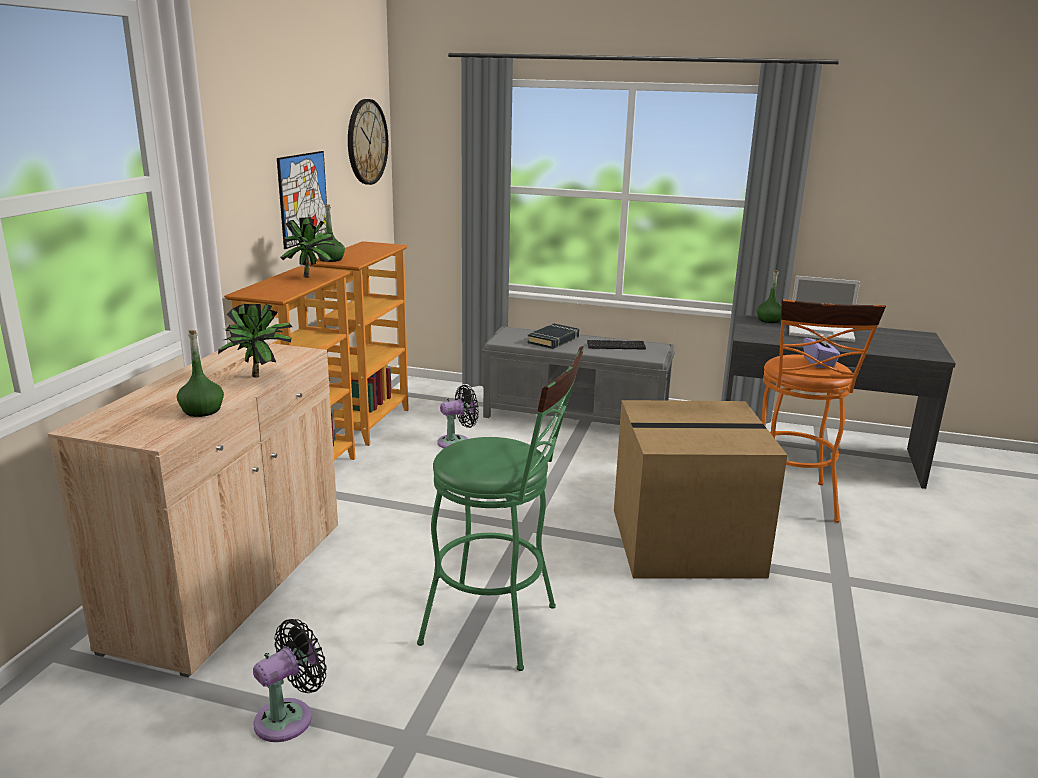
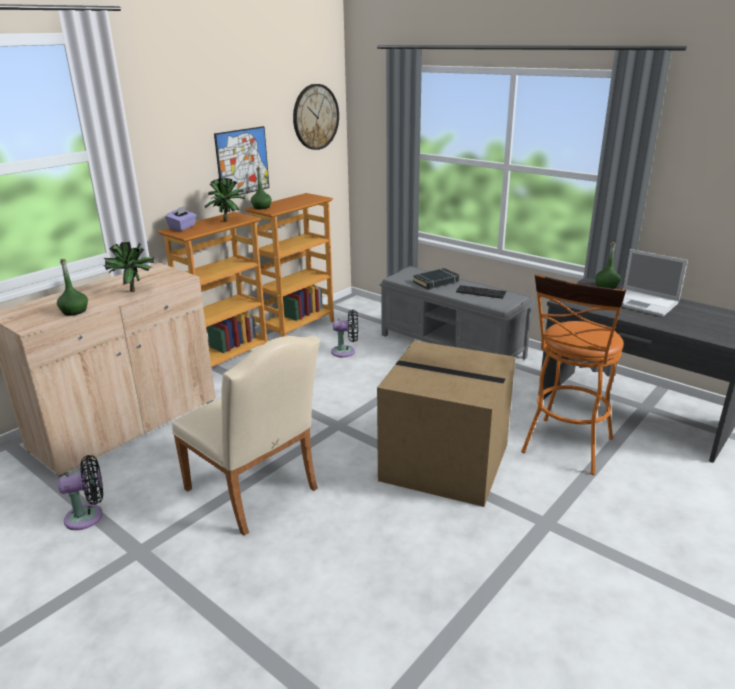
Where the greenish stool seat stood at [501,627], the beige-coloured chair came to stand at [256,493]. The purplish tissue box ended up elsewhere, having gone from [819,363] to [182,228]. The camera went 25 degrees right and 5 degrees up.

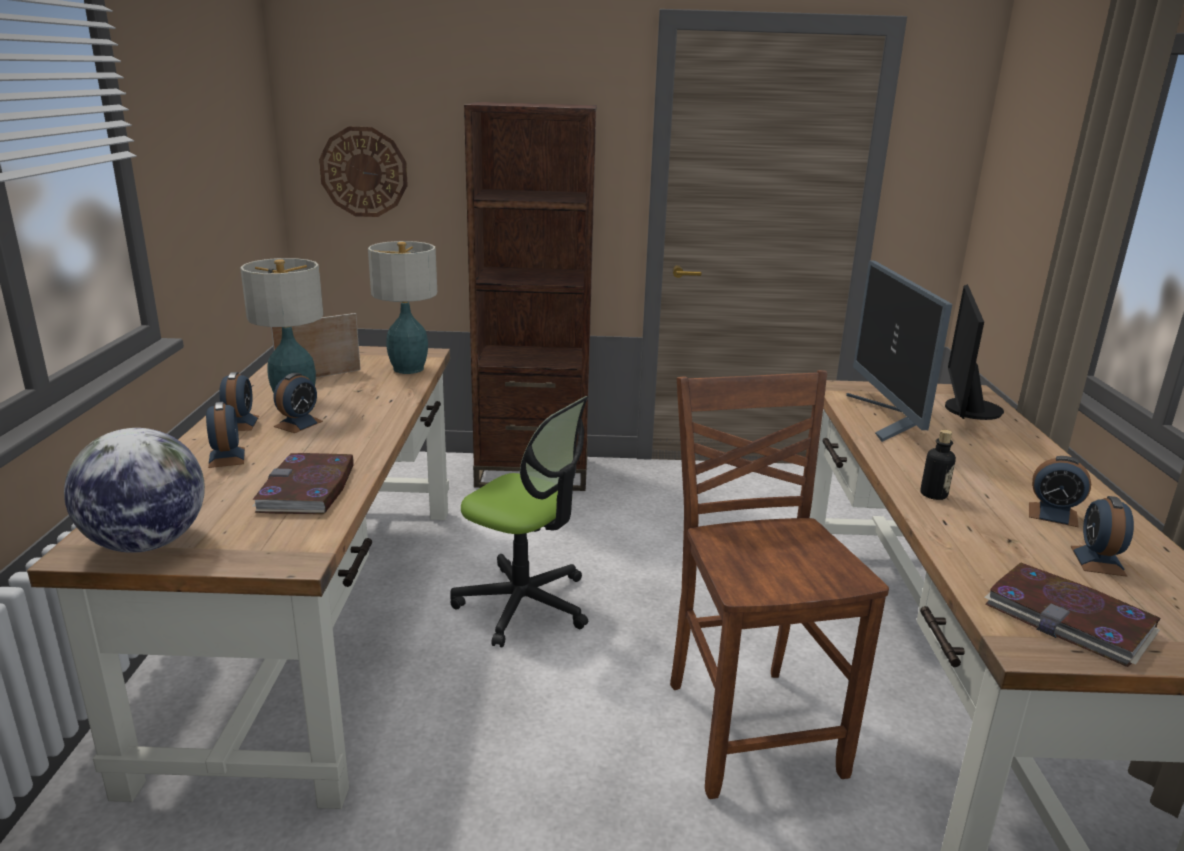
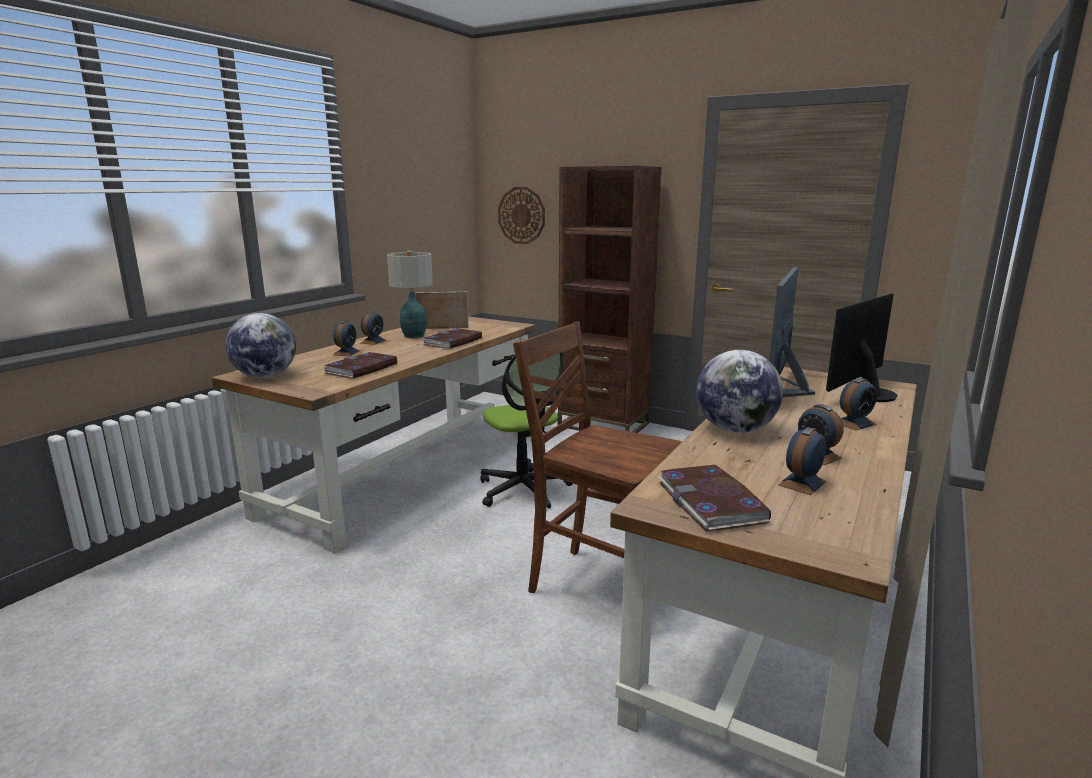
The alarm clock ended up elsewhere, having gone from [298,424] to [854,423]. The second view lost the table lamp at [409,369]. The brownish chair at [750,726] ended up facing another way, 75 degrees counterclockwise from before. Where the drink bottle stood at [933,494], the desk globe came to stand at [735,429]. The second view gained the bound book at [453,342]. The camera went 30 degrees right and 5 degrees down.

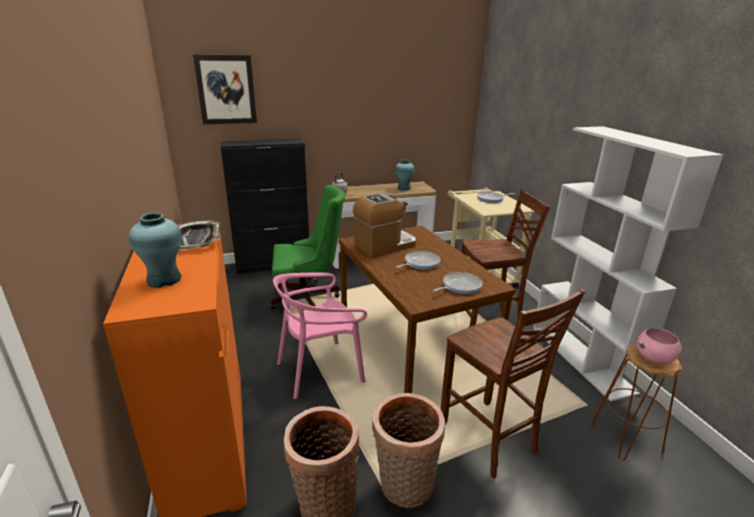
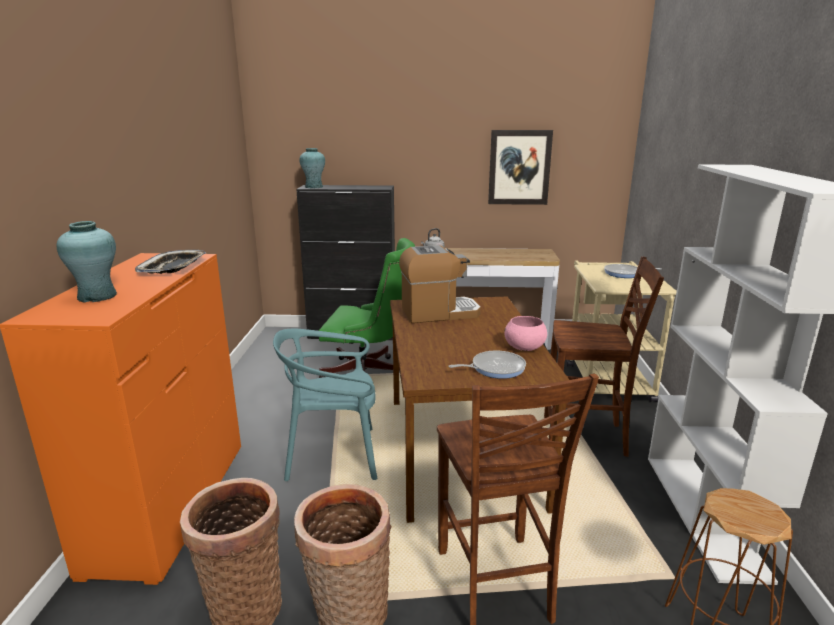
The wall art ended up elsewhere, having gone from [226,90] to [519,167]. What was the pink-coloured chair at [320,370] turned into the turquoise chair at [333,456]. The turquoise flower vase ended up elsewhere, having gone from [403,188] to [313,187]. The second view lost the skillet at [420,263]. The pink-coloured bowl ended up elsewhere, having gone from [654,358] to [524,348]. The camera went 20 degrees right and 5 degrees down.

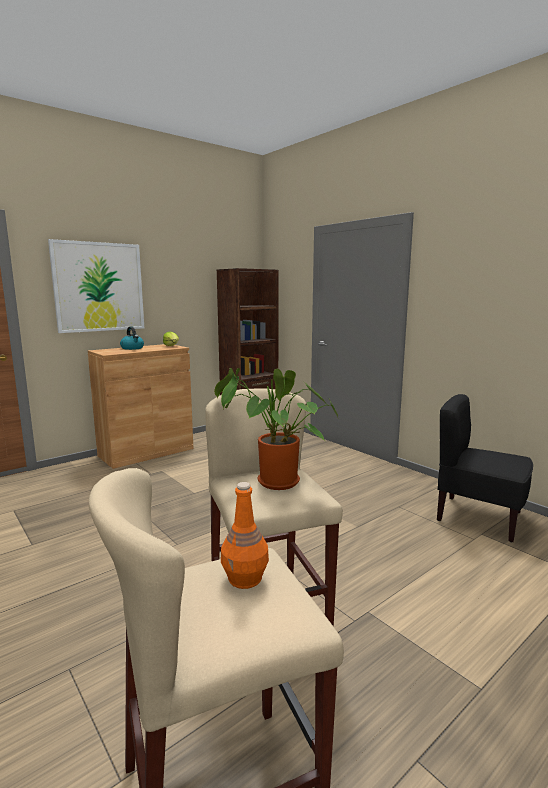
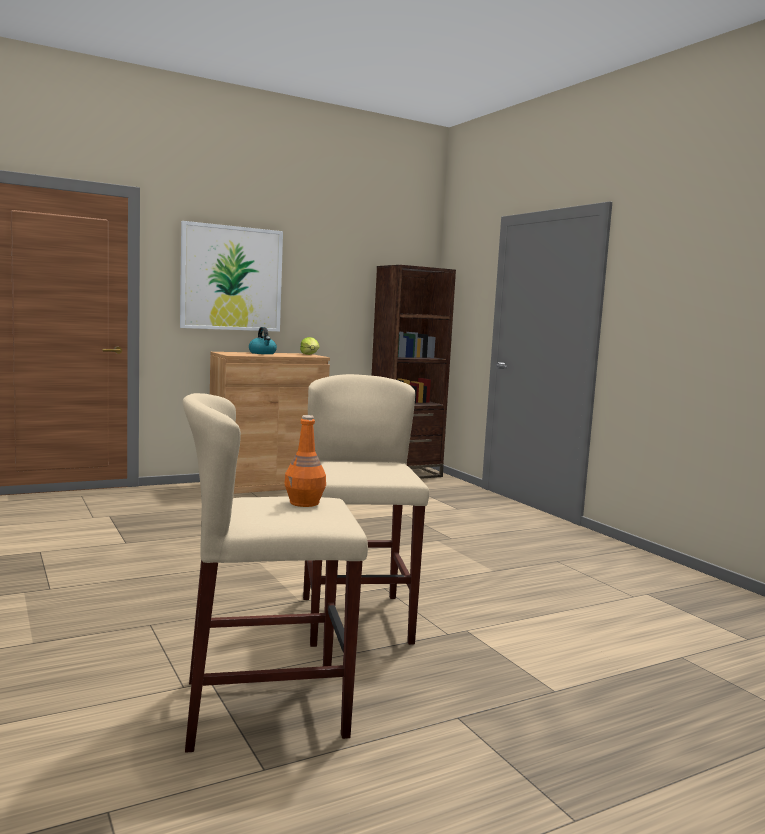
The second view lost the plant in a pot at [273,483]. The second view lost the black chair at [478,517]. The camera went 10 degrees right and 5 degrees down.

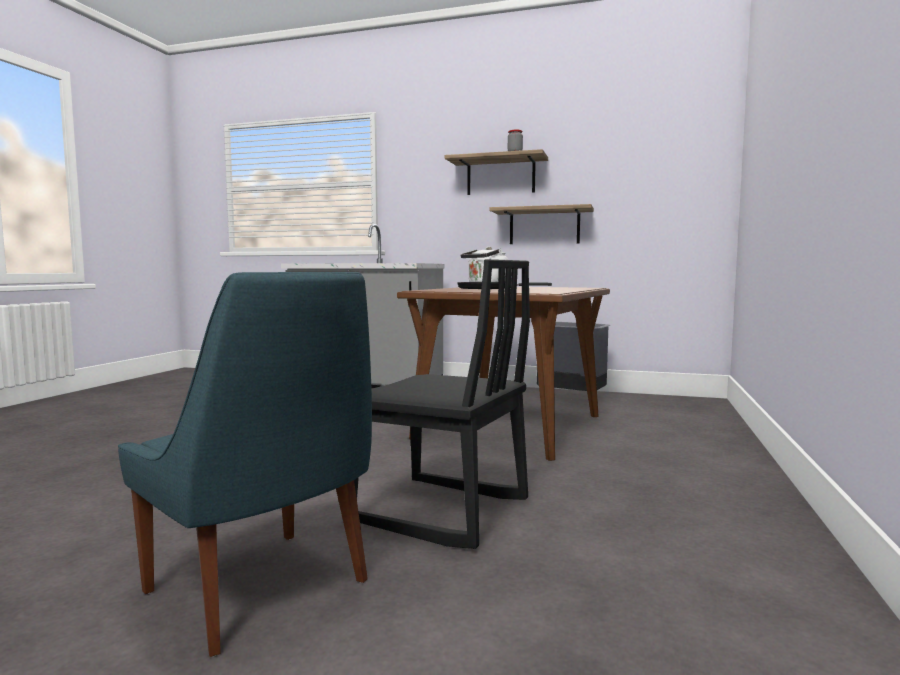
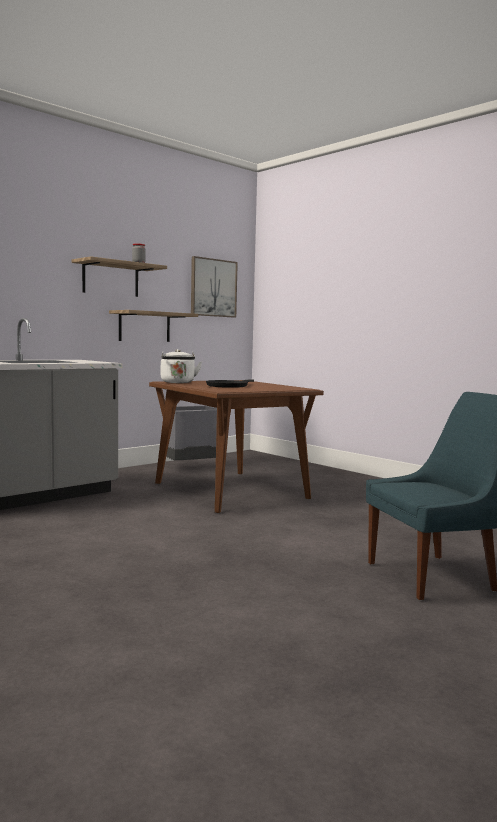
The second view lost the black chair at [439,512]. The second view gained the wall art at [213,288]. The camera went 60 degrees left and 0 degrees up.

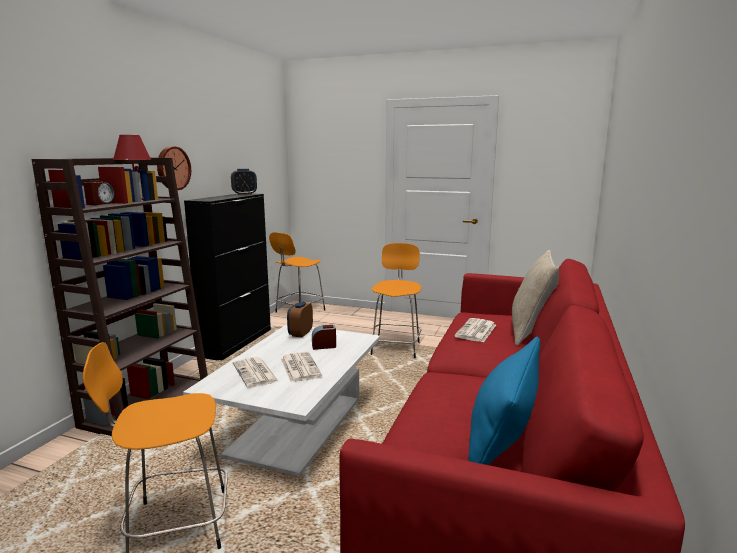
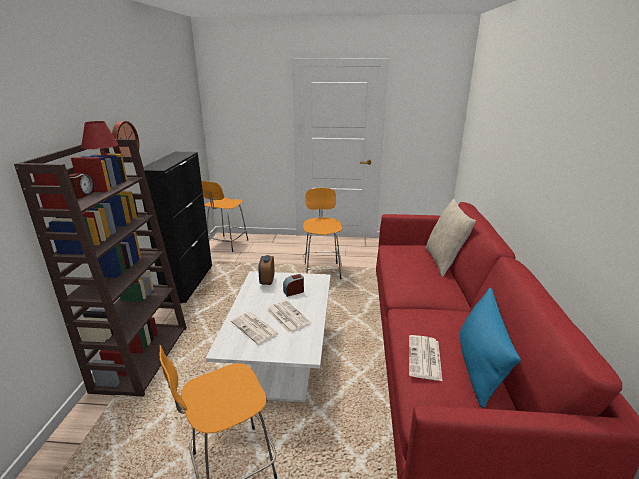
The second view lost the alarm clock at [244,194]. The printed paper ended up elsewhere, having gone from [476,331] to [425,358]. The camera went 15 degrees left and 10 degrees up.

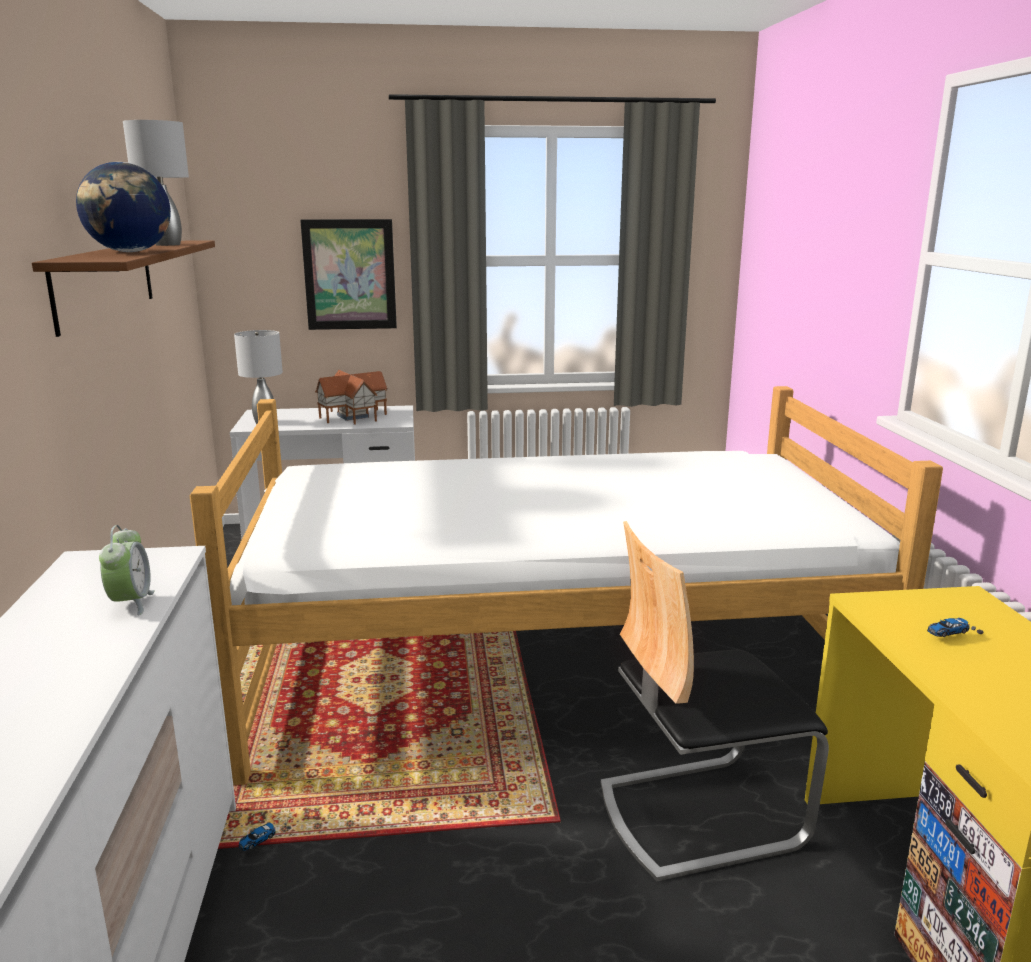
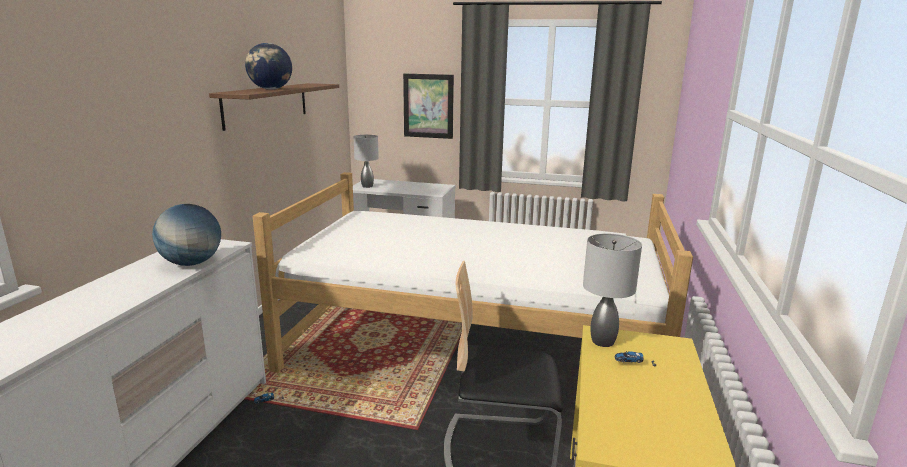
Where the alarm clock stood at [131,603], the desk globe came to stand at [191,263]. The grey table lamp ended up elsewhere, having gone from [167,245] to [602,342]. The second view lost the miniature house at [352,416]. The camera went 20 degrees right and 0 degrees up.

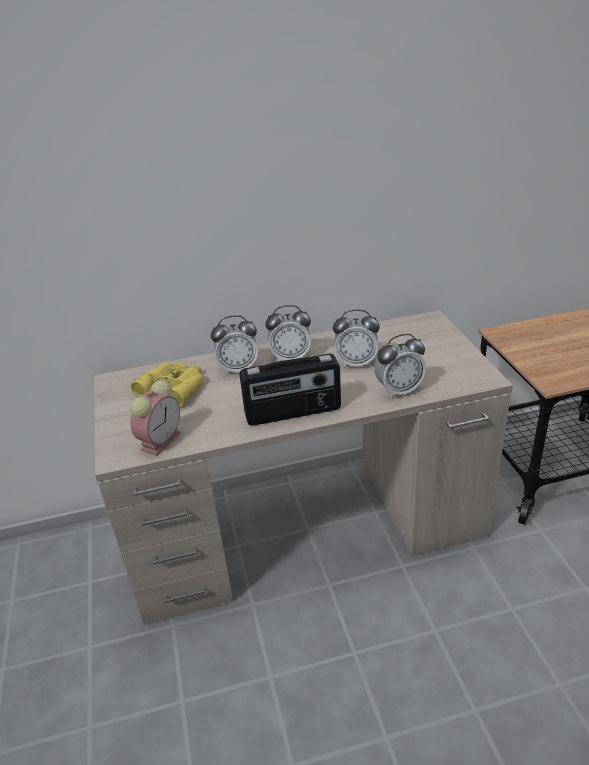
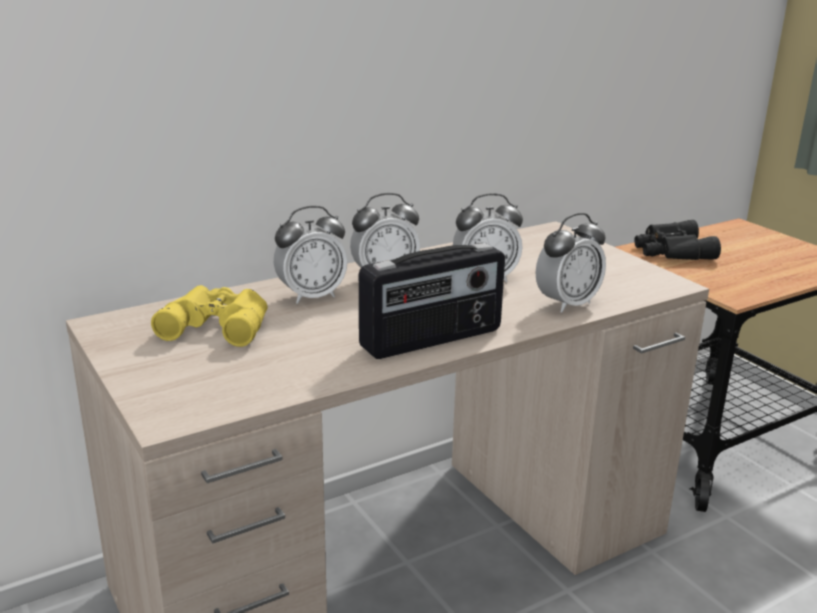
The second view lost the alarm clock at [161,440]. The second view gained the black field glasses at [671,251]. The camera went 20 degrees left and 10 degrees down.

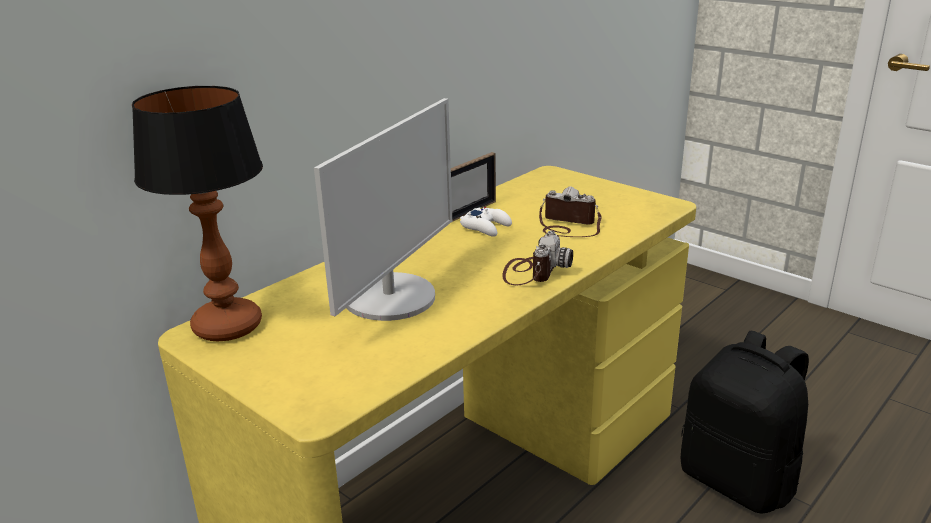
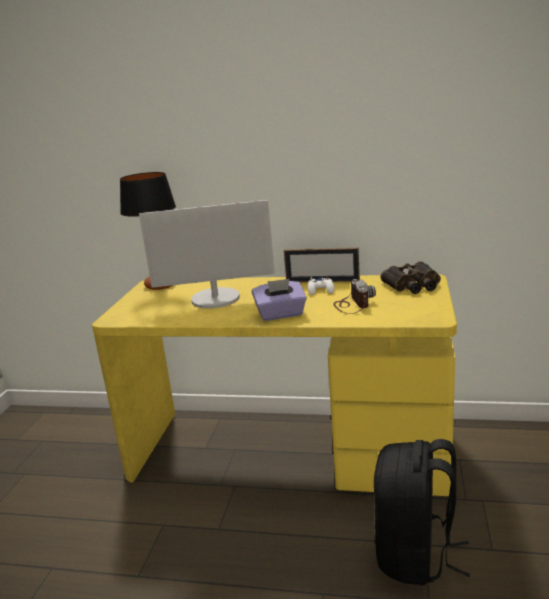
Where the photo camera stood at [533,271], the purplish tissue box came to stand at [280,314]. The second view gained the field glasses at [413,285]. The camera went 60 degrees right and 5 degrees down.

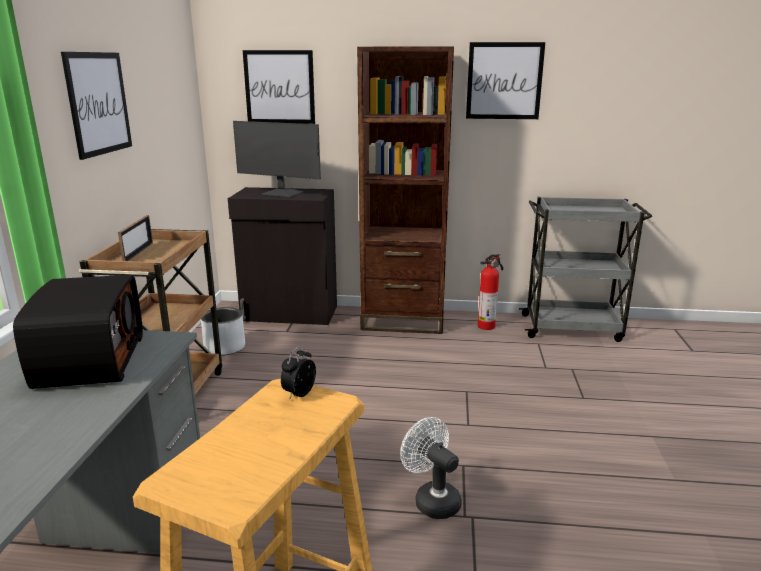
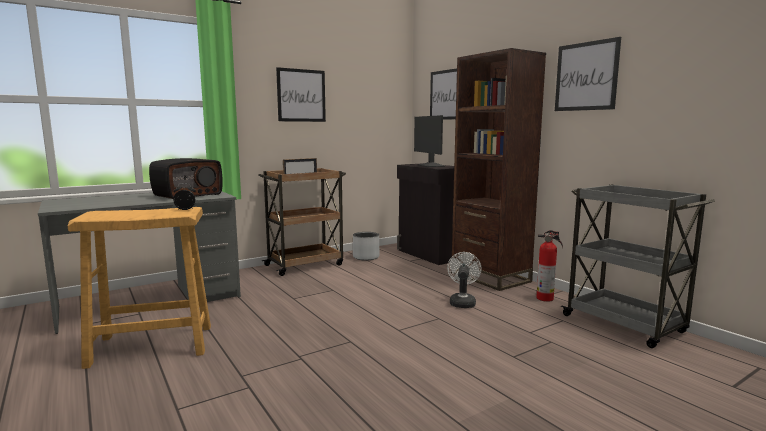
The white cooling fan ended up elsewhere, having gone from [432,499] to [462,302]. The camera went 50 degrees right and 10 degrees down.

